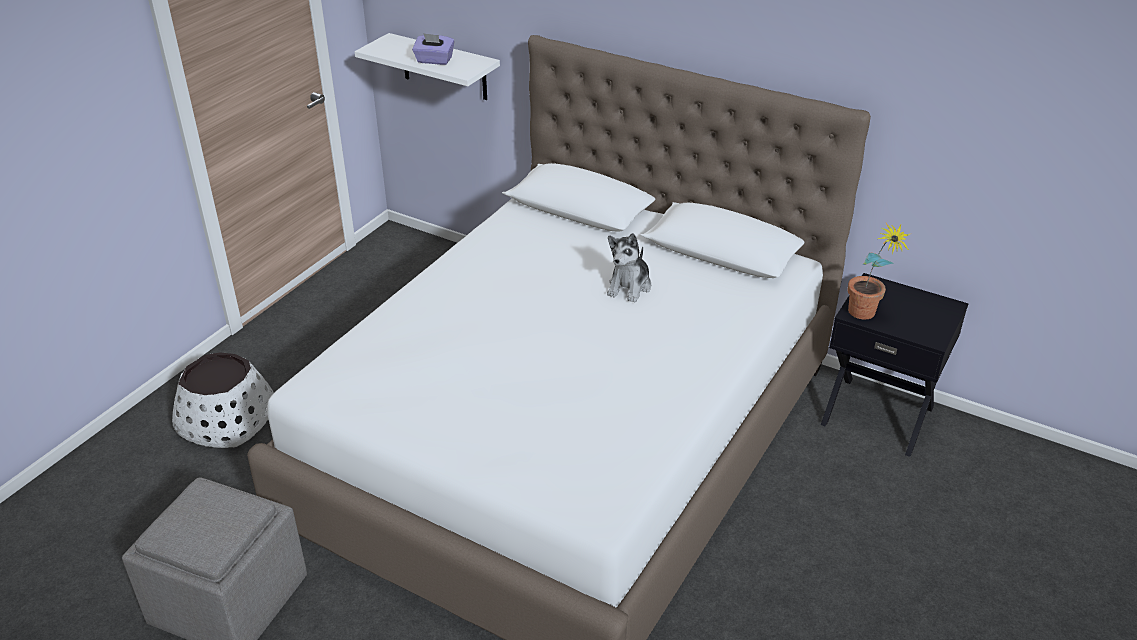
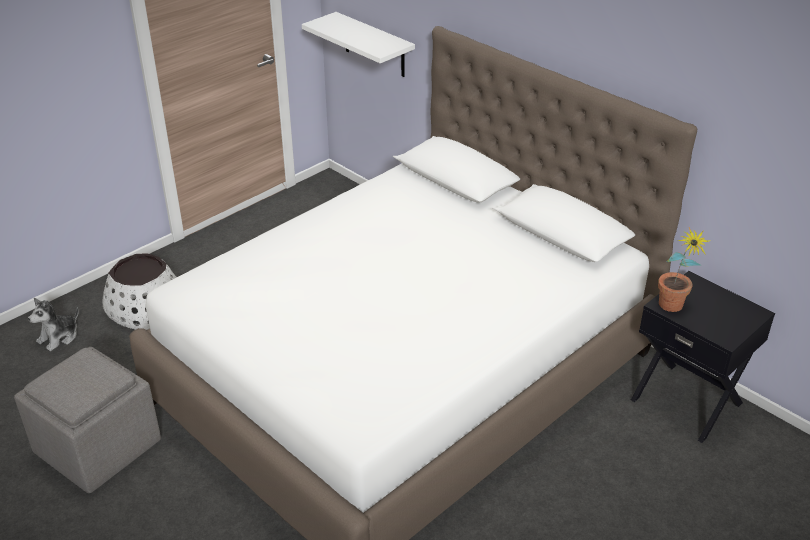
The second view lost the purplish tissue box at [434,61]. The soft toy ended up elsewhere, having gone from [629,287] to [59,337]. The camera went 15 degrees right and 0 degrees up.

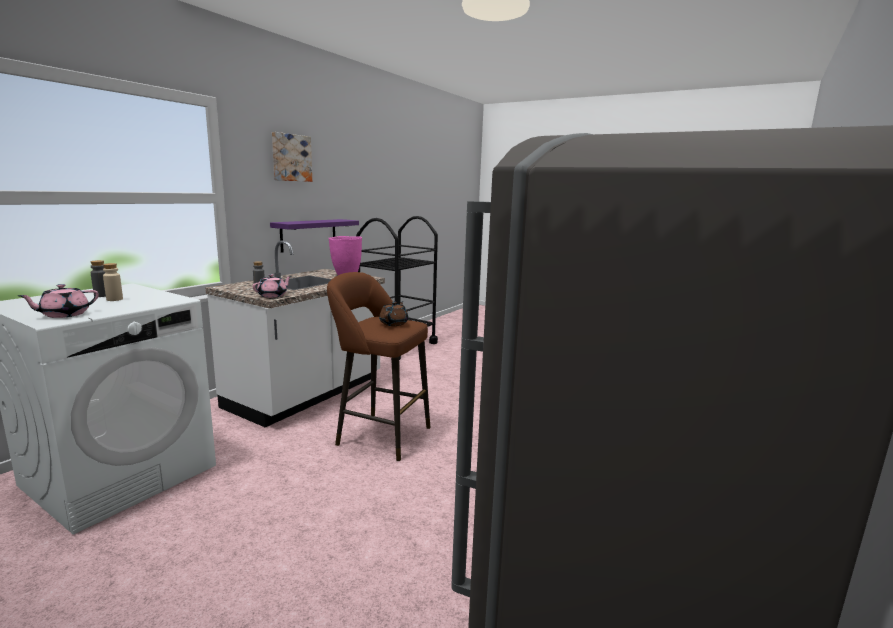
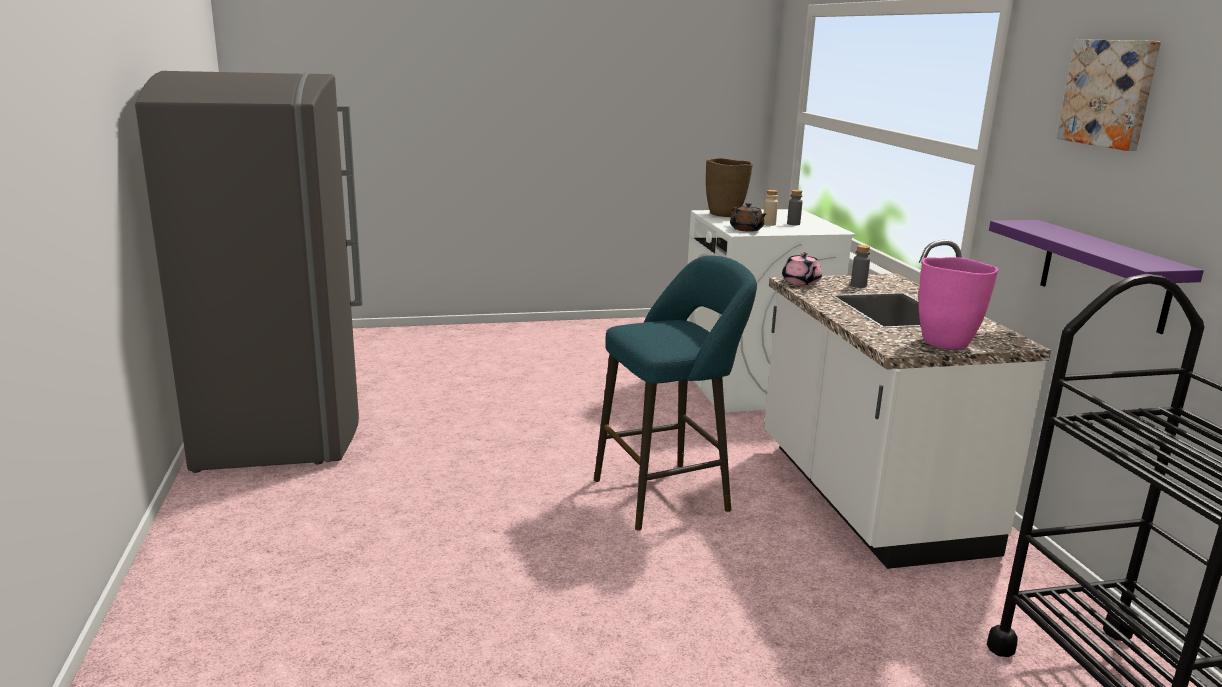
Where the pink-coloured pot for tea stood at [64,315], the brownish flower vase came to stand at [725,214]. What was the brownish stool seat at [379,435] turned into the turquoise stool seat at [668,493]. The brownish pot for tea ended up elsewhere, having gone from [394,323] to [746,229]. The camera went 135 degrees right and 5 degrees up.

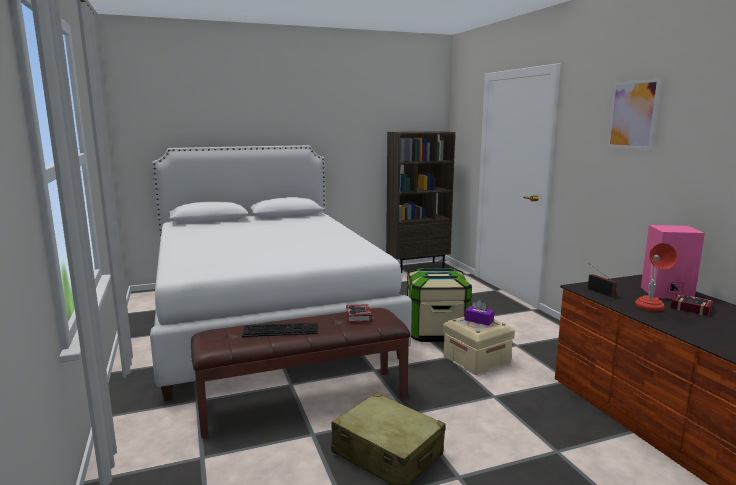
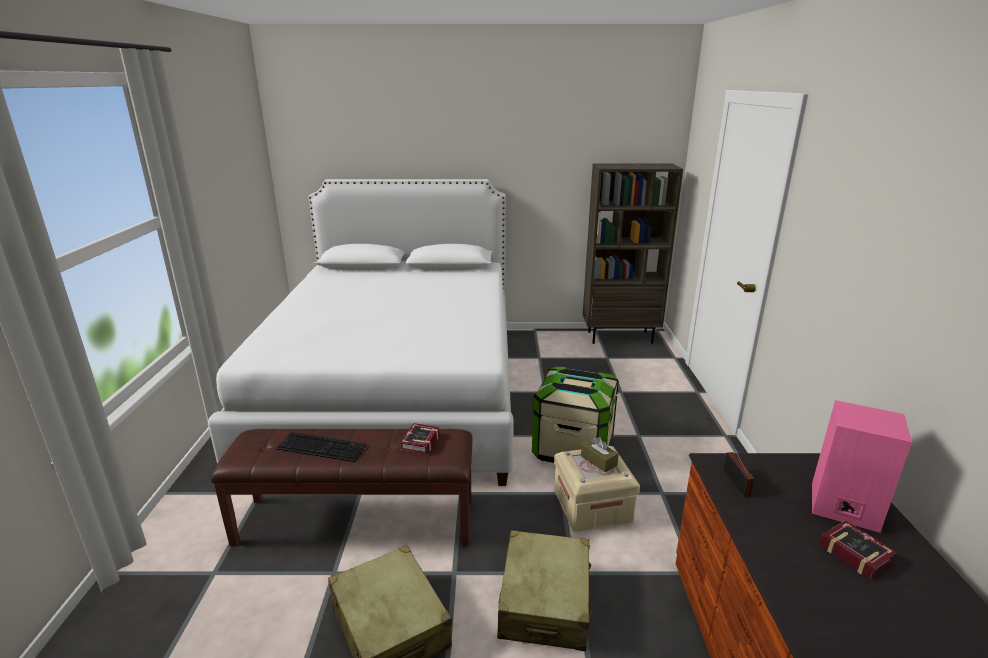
What was the purplish tissue box at [479,320] turned into the brownish tissue box at [598,461]. The second view lost the wall art at [633,114]. The second view lost the red-coloured table lamp at [651,310]. The second view gained the beige-coloured suitcase at [545,601]. The camera went 20 degrees right and 10 degrees up.

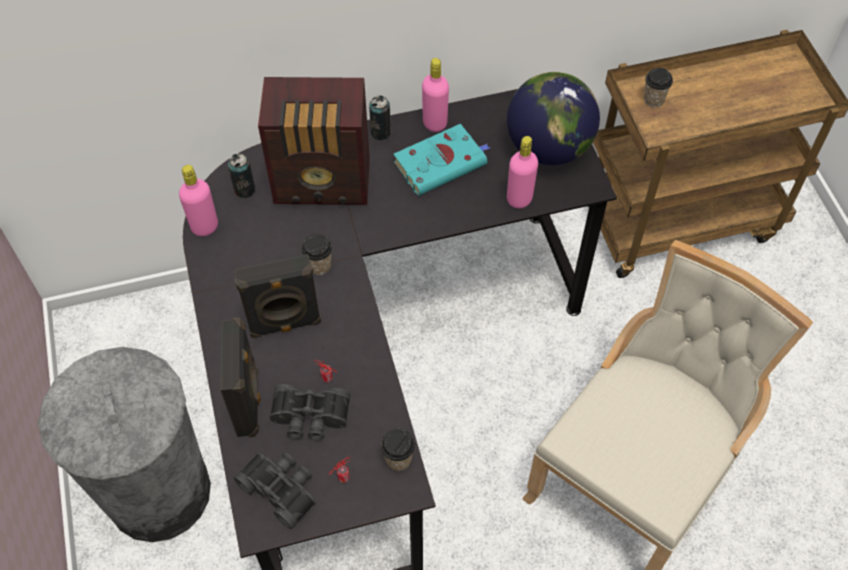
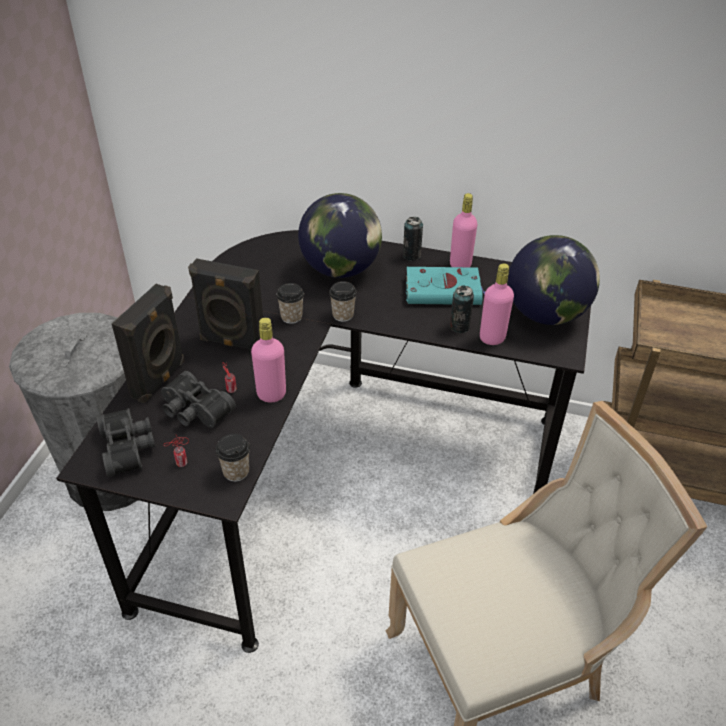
The pink-coloured drink bottle ended up elsewhere, having gone from [204,227] to [271,394]. The sealed can ended up elsewhere, having gone from [244,190] to [459,326]. Where the radio receiver stood at [324,183], the desk globe came to stand at [341,269]. The cup ended up elsewhere, having gone from [653,99] to [343,315]. The camera went 30 degrees right and 15 degrees down.

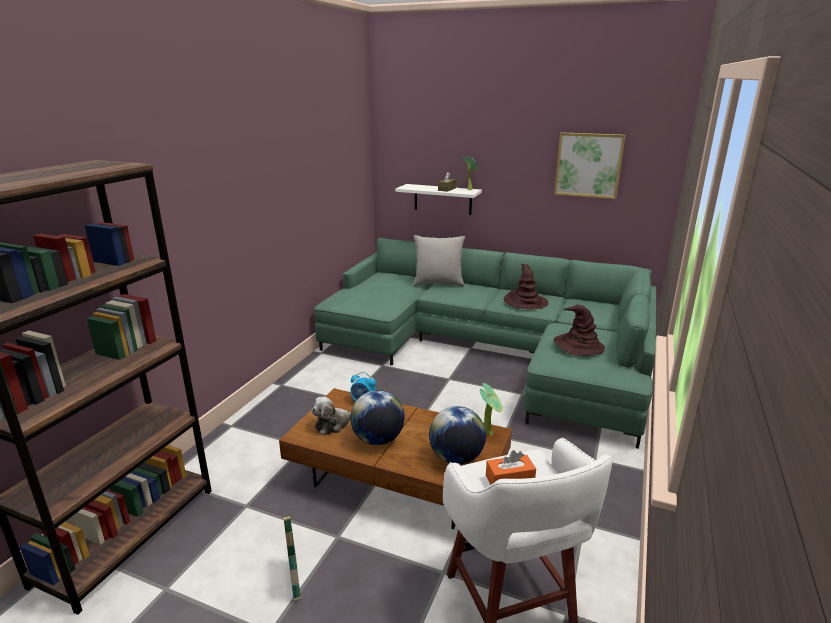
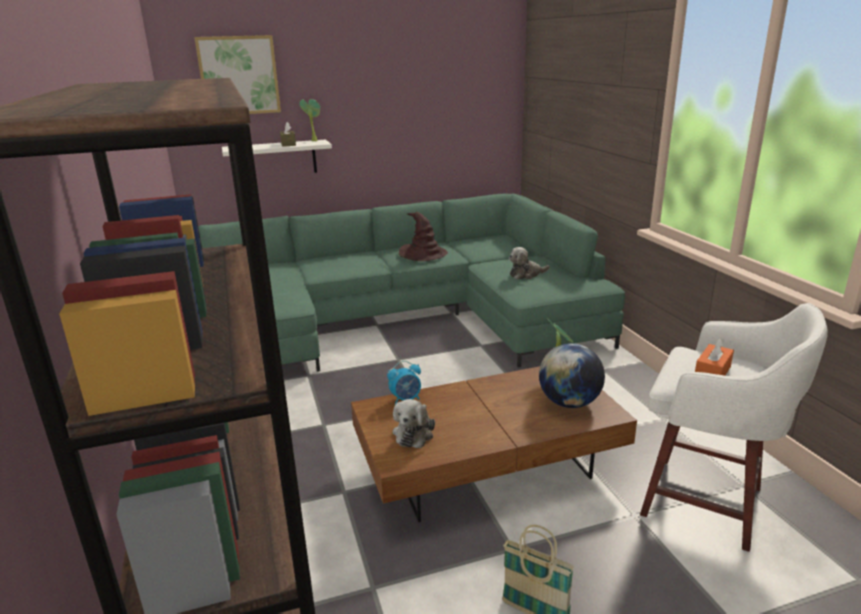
The second view lost the desk globe at [378,439]. The second view lost the grey pillow at [438,283]. Where the brownish clothing hat stood at [577,346], the soft toy came to stand at [526,274]. The wall art ended up elsewhere, having gone from [588,165] to [239,75]. The camera went 40 degrees left and 0 degrees up.

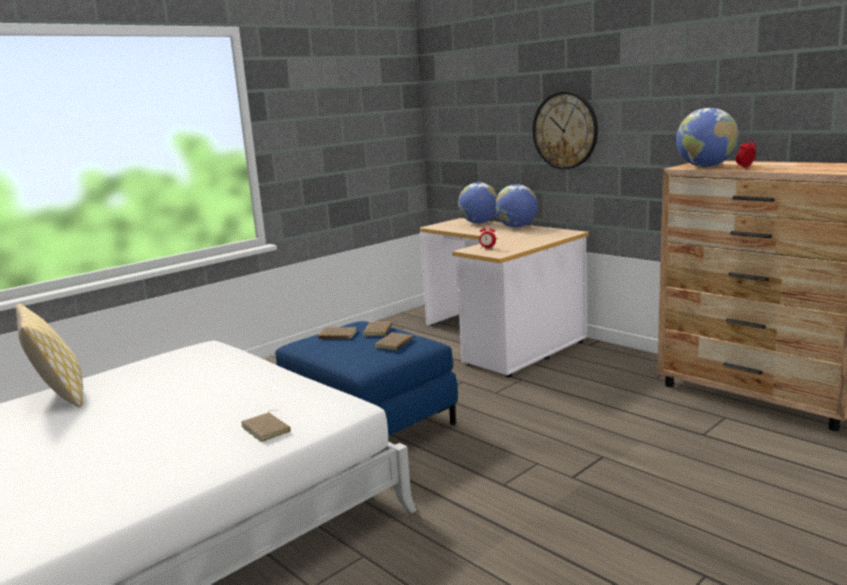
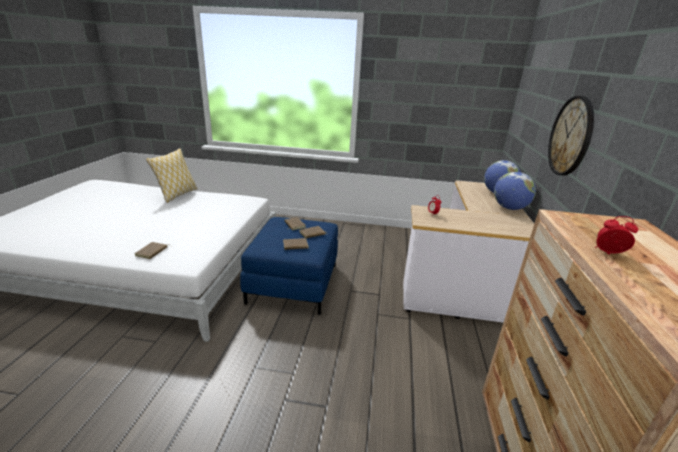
The second view lost the desk globe at [705,167]. The camera went 50 degrees right and 10 degrees up.

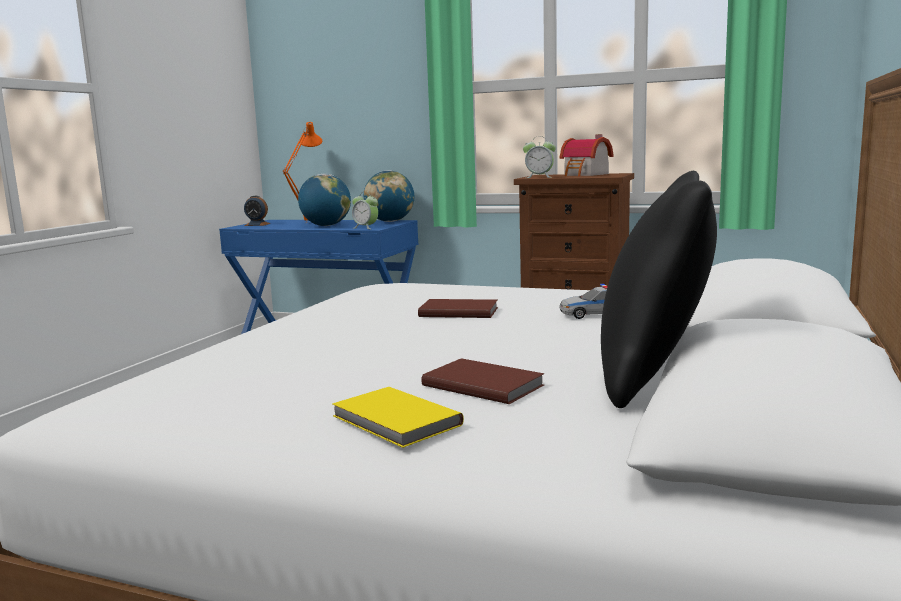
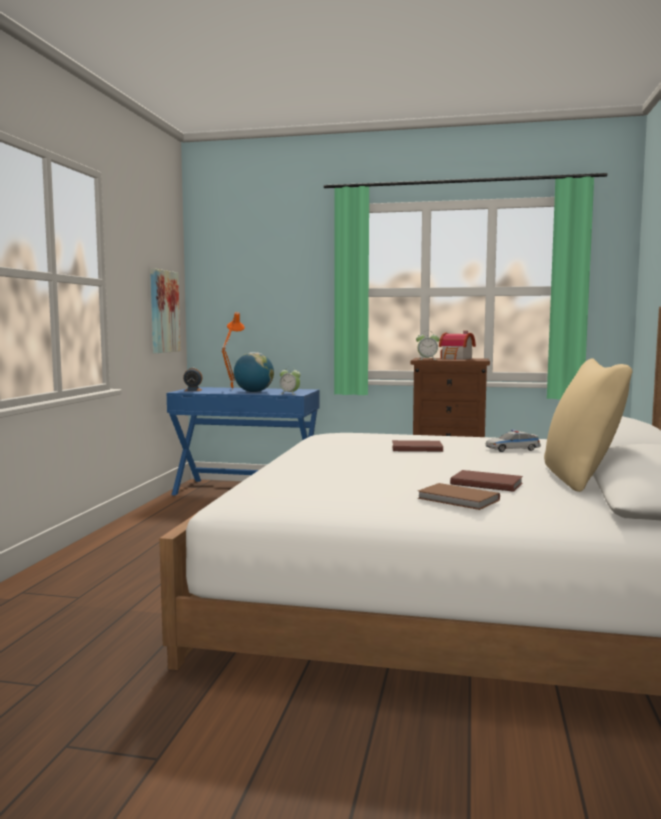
What was the yellow bound book at [395,421] turned into the brownish bound book at [458,500]. The second view lost the desk globe at [390,221]. What was the black pillow at [654,377] turned into the beige-coloured pillow at [580,479]. The second view gained the wall art at [163,311]. The camera went 10 degrees left and 5 degrees down.

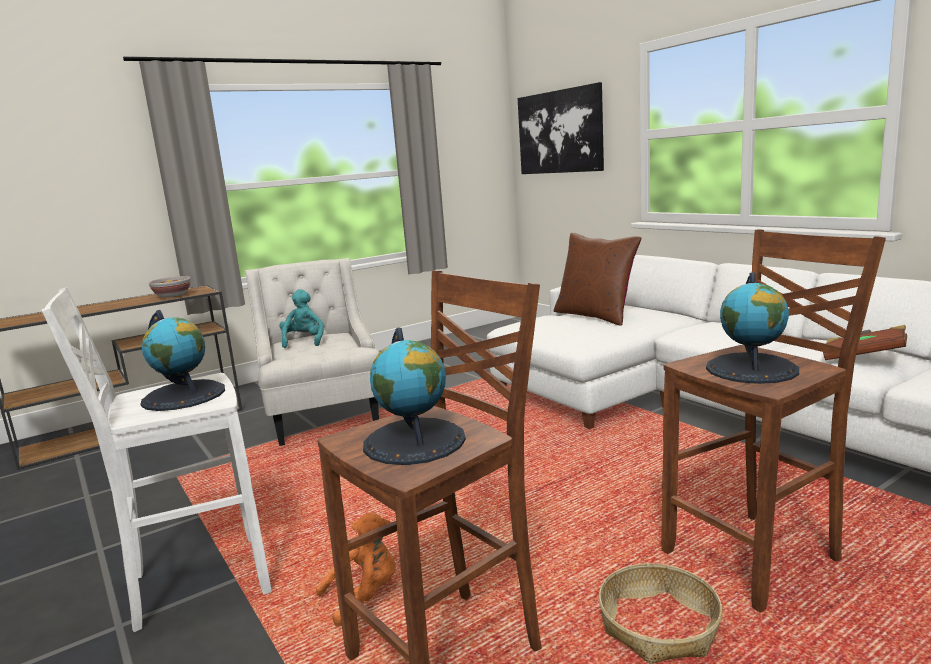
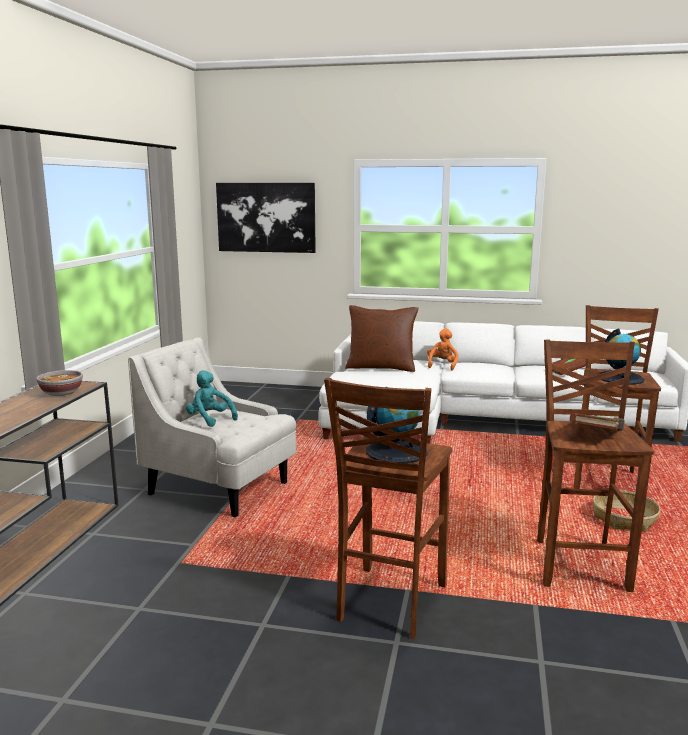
What was the white stool seat at [196,583] turned into the brownish stool seat at [388,603]. The orange-coloured soft toy ended up elsewhere, having gone from [365,596] to [442,365]. Where the desk globe stood at [415,441], the brownish bound book came to stand at [597,435]. The camera went 45 degrees left and 0 degrees up.

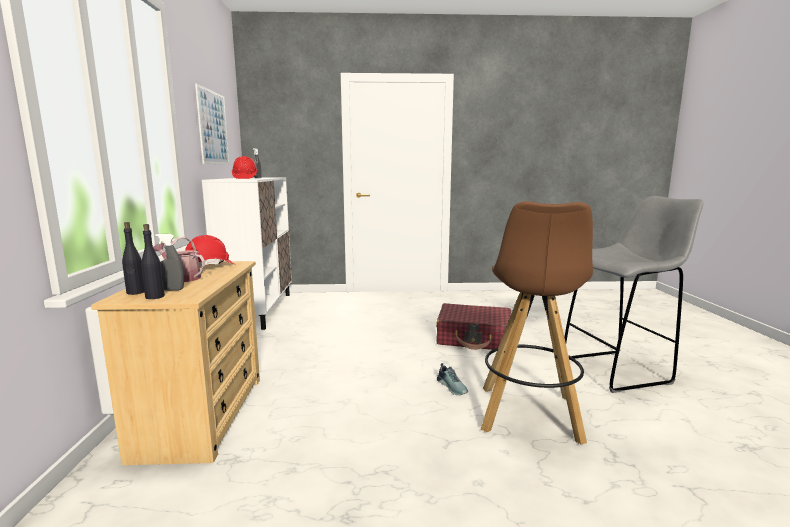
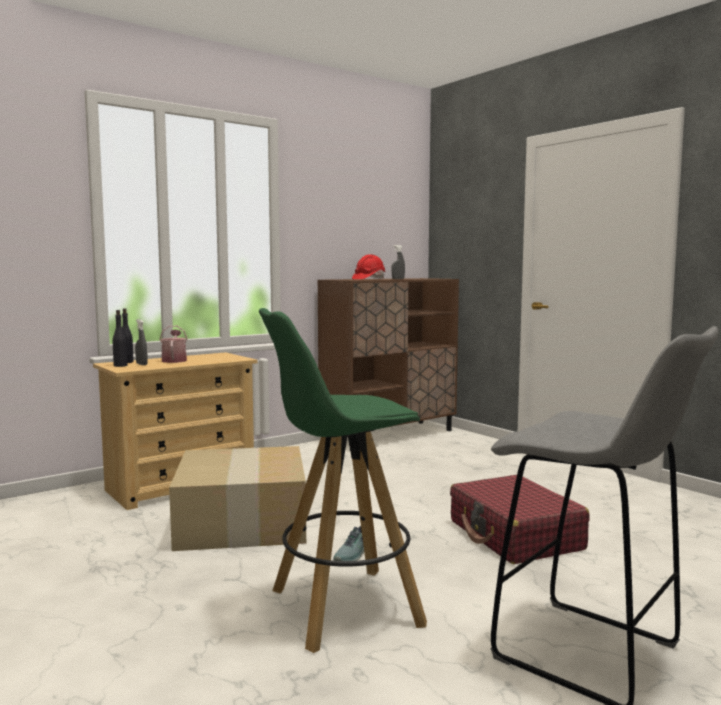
The second view lost the red-coloured work helmet at [210,267]. The second view lost the wall art at [213,128]. What was the white cupboard at [259,310] turned into the brownish cupboard at [389,435]. What was the brownish stool seat at [529,415] turned into the greenish stool seat at [342,608]. The second view gained the packing box at [244,522]. The camera went 55 degrees right and 5 degrees down.

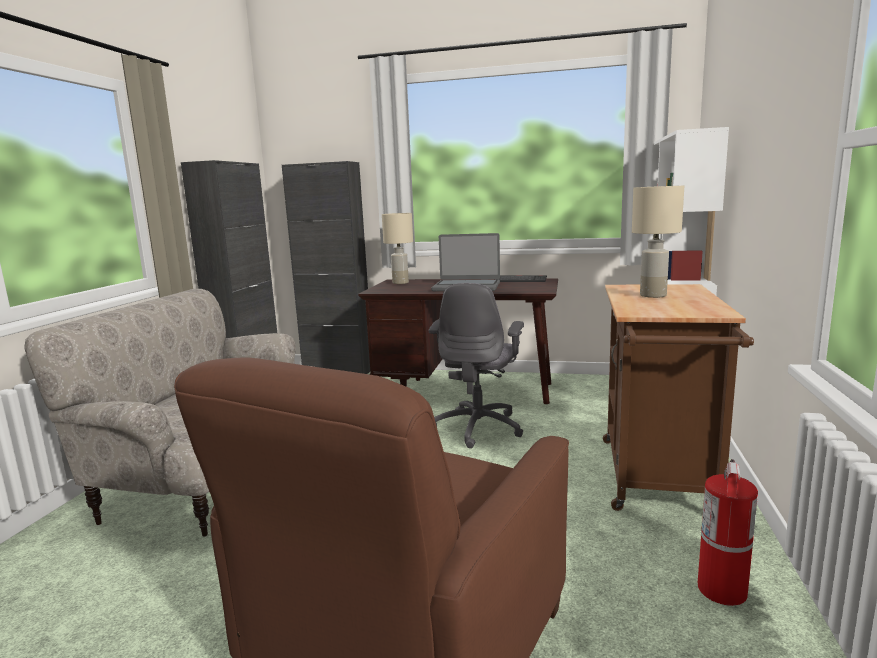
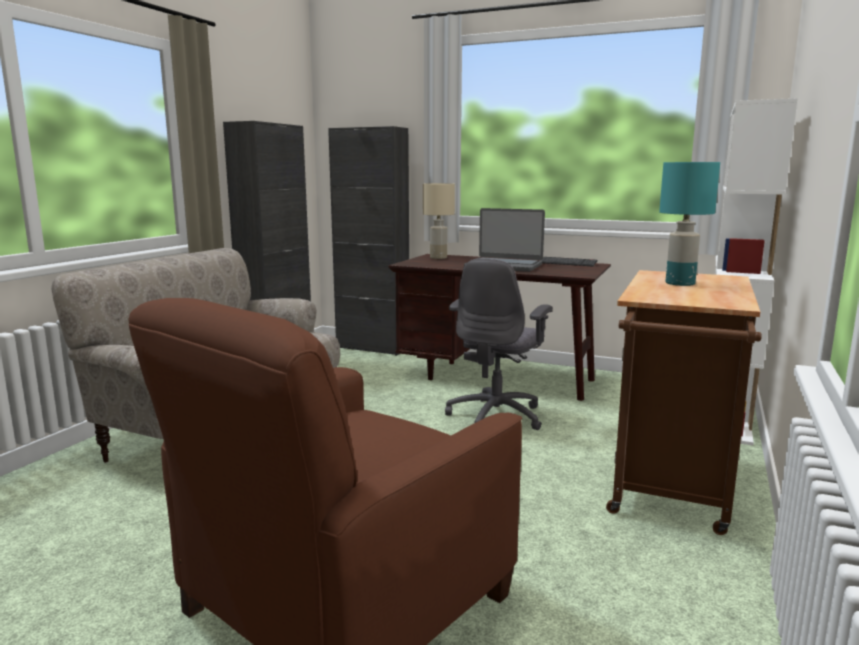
What was the beige-coloured table lamp at [653,295] turned into the turquoise table lamp at [680,283]. The second view lost the extinguisher at [722,591]. The camera went 10 degrees right and 0 degrees up.

